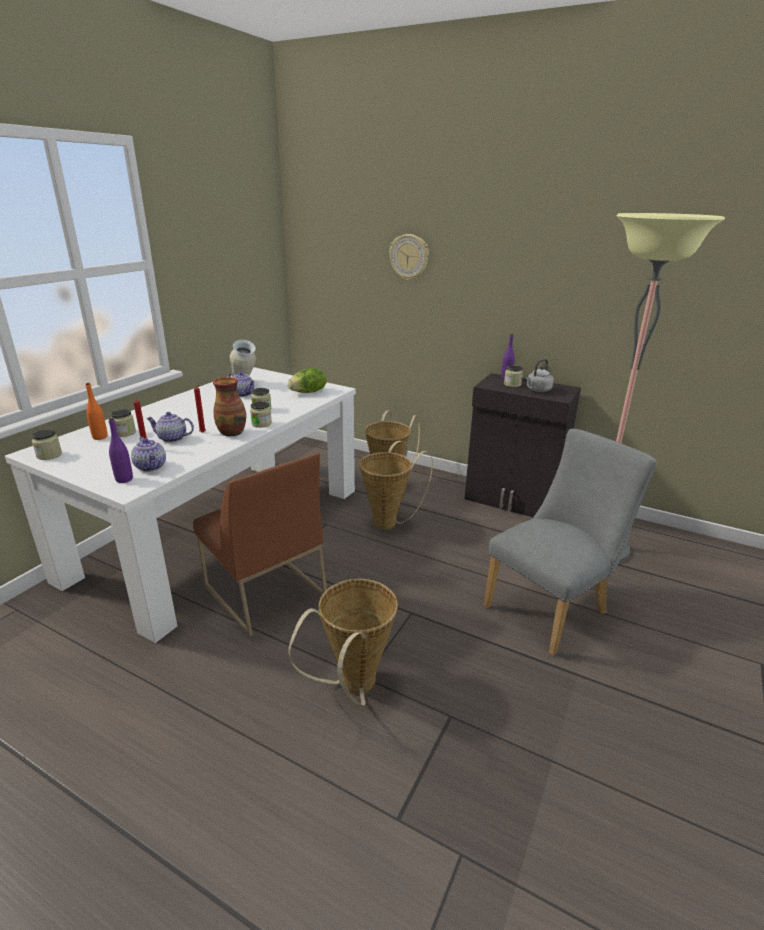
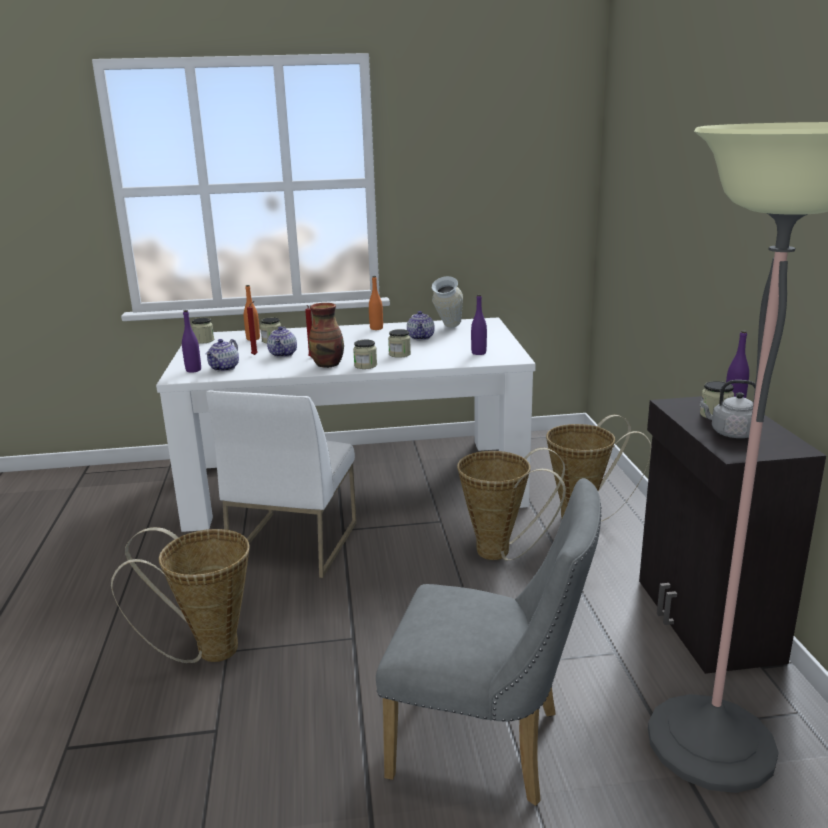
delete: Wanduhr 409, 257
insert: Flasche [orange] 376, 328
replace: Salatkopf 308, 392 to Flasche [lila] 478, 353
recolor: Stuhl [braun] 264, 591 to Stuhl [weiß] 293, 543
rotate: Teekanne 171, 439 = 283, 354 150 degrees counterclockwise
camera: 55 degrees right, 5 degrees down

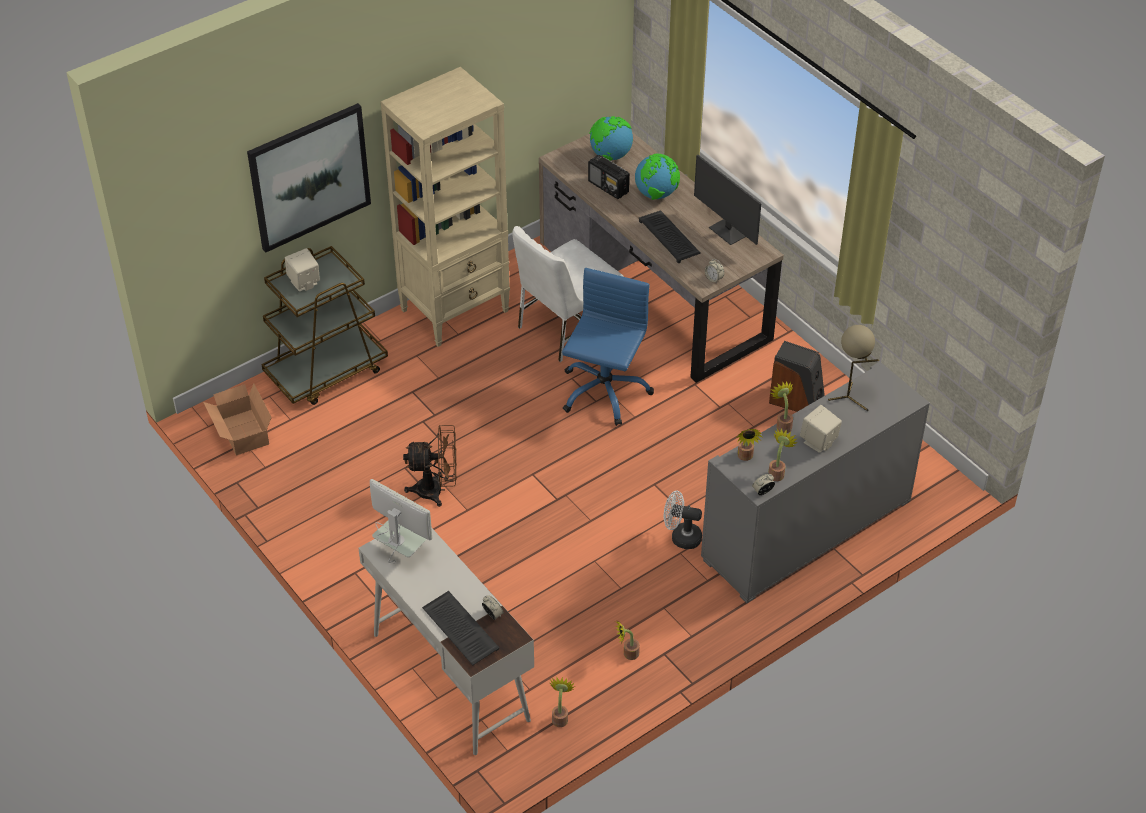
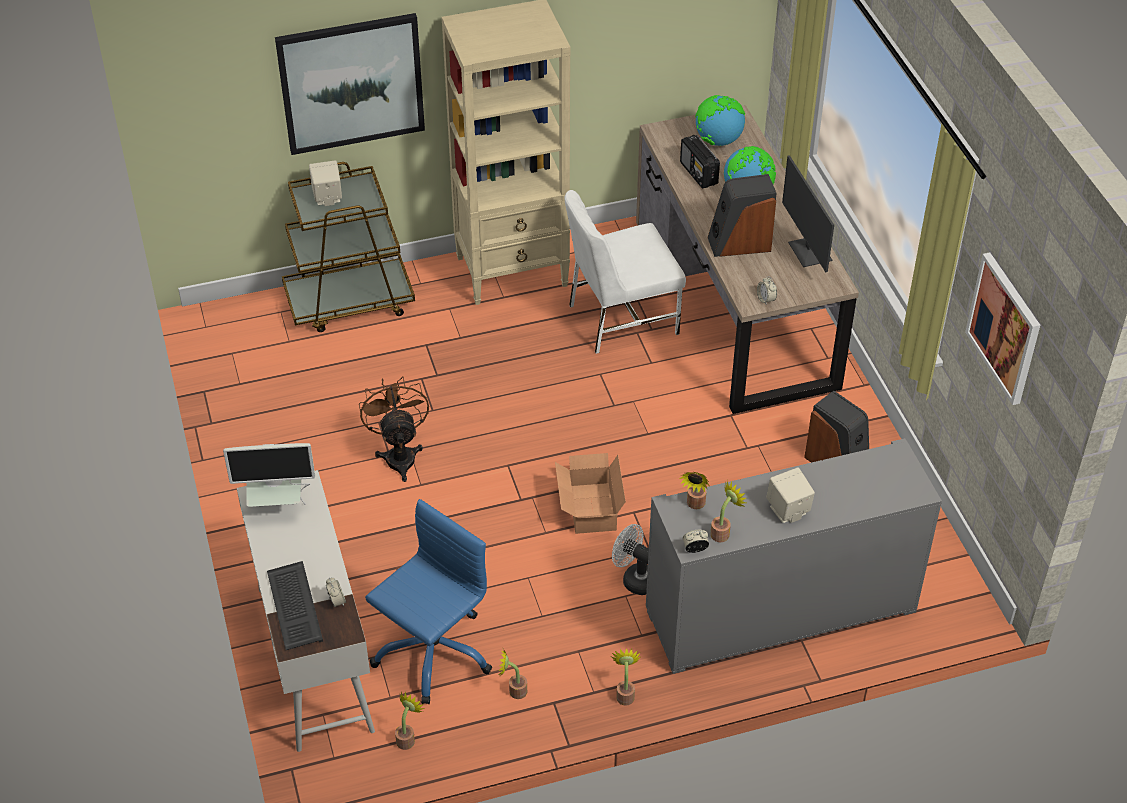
delete: Tischlampe [beige] 850, 399
insert: Bild 1005, 328
move: Bürostuhl [blau] 604, 391 to 432, 652; Karton 242, 434 to 589, 509; Topfpflanze 782, 425 to 625, 694
replace: Tastatur 670, 238 to Lautsprecher 739, 243
rotate: Monitor 402, 552 = 278, 506 120 degrees clockwise; Ventilator [braun] 436, 490 = 399, 455 120 degrees counterclockwise
camera: 20 degrees right, 0 degrees up

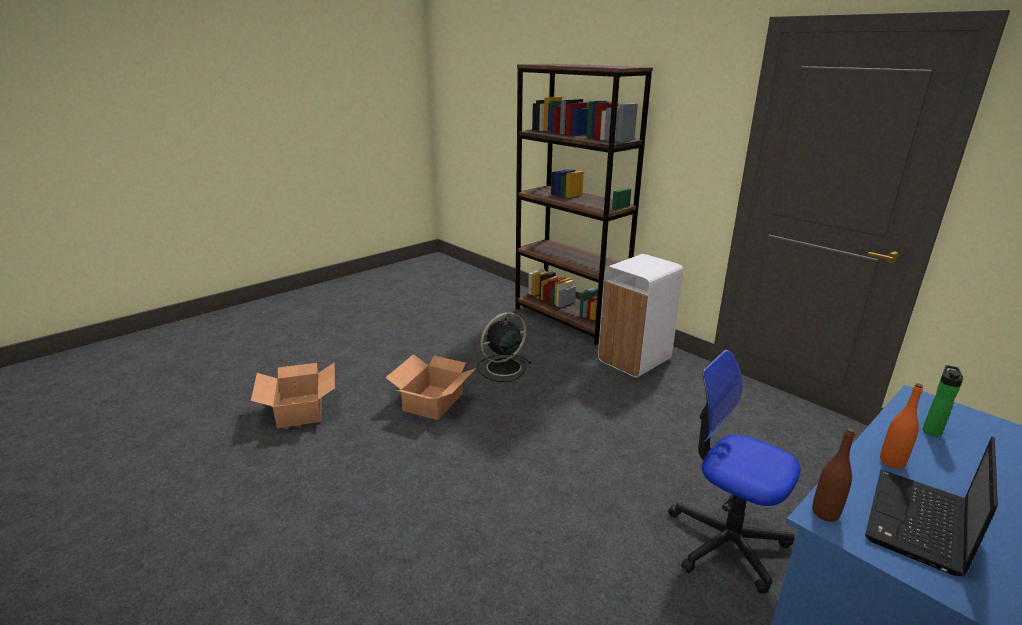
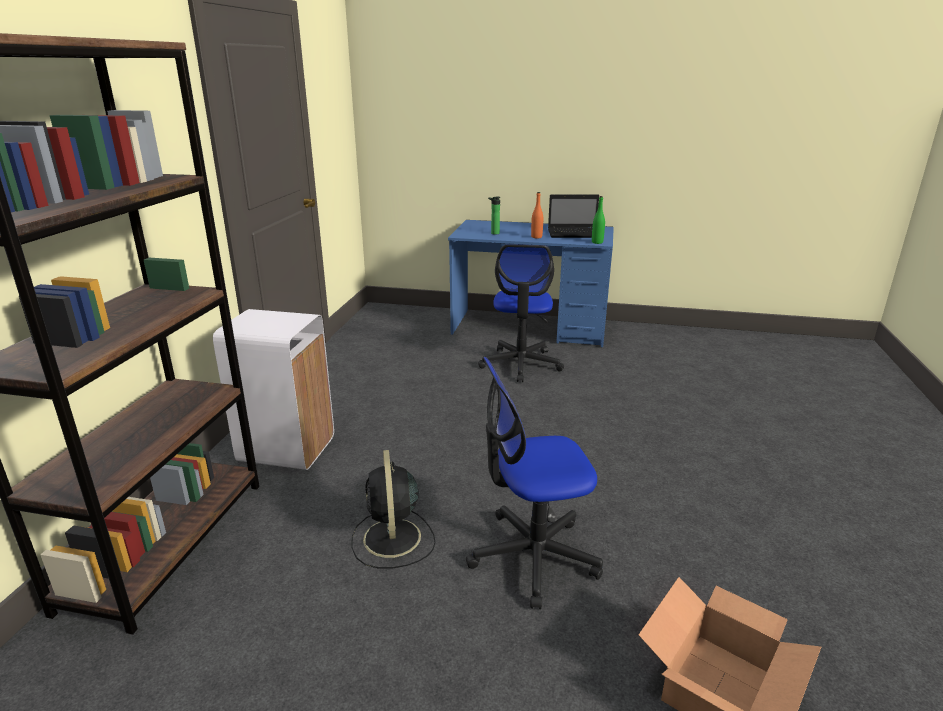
replace: Karton 434, 402 to Bürostuhl 533, 556
recolor: Flasche [braun] 825, 513 to Flasche [grün] 597, 242
rotate: Ventilator [schwarz] 502, 367 = 392, 539 60 degrees clockwise
camera: 125 degrees left, 0 degrees up

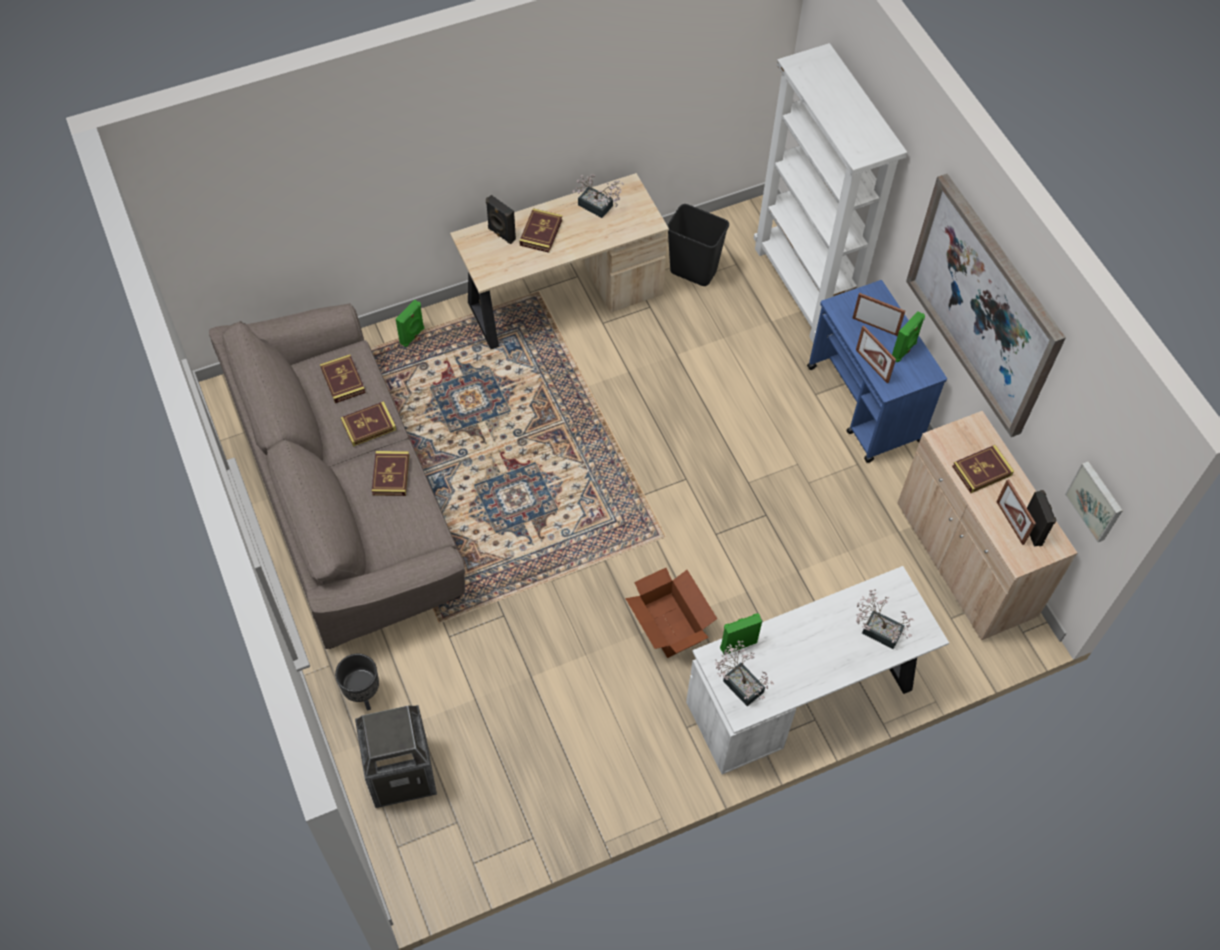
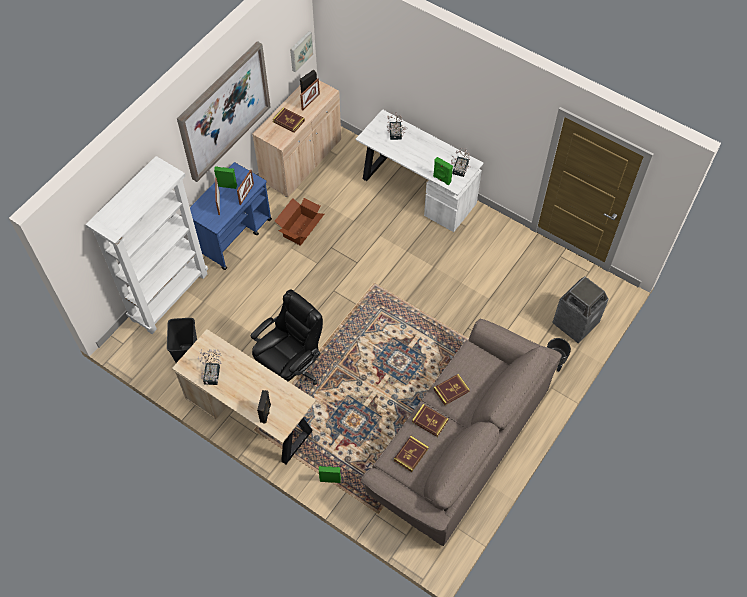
delete: Buch 541, 232
insert: Bürostuhl [schwarz] 290, 367
move: Karton 668, 626 to 301, 229
camera: 120 degrees left, 0 degrees up

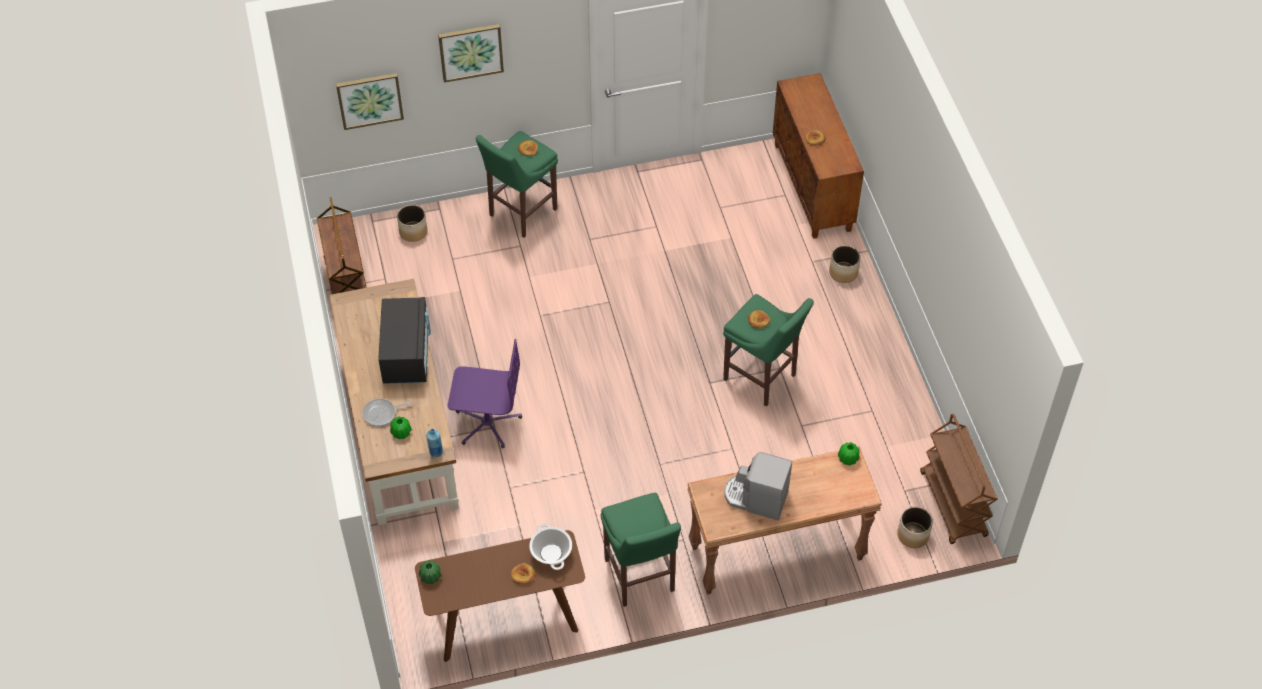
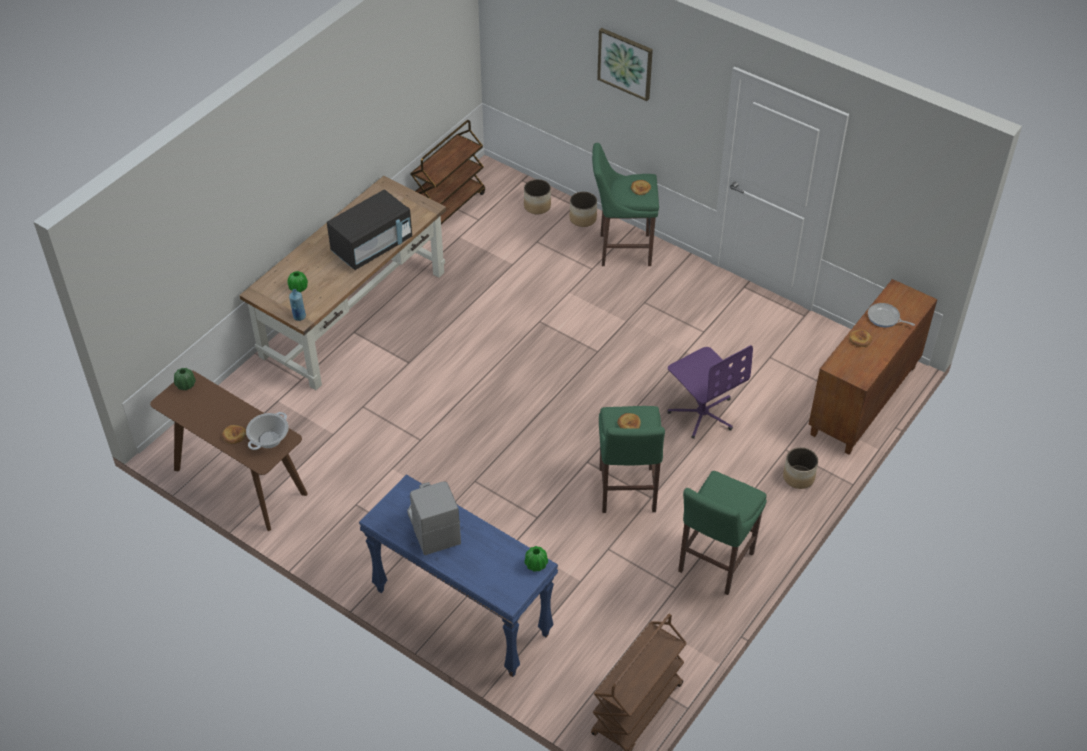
delete: Bild 369, 100
move: Pflanzkübel 913, 535 to 583, 218; Bürostuhl [lila] 487, 422 to 702, 413; Hocker [grün] 640, 578 to 713, 565; Pfanne 381, 414 to 885, 318
recolor: Konsolentisch [braun] 776, 554 to Konsolentisch [blau] 461, 613
camera: 50 degrees right, 5 degrees down

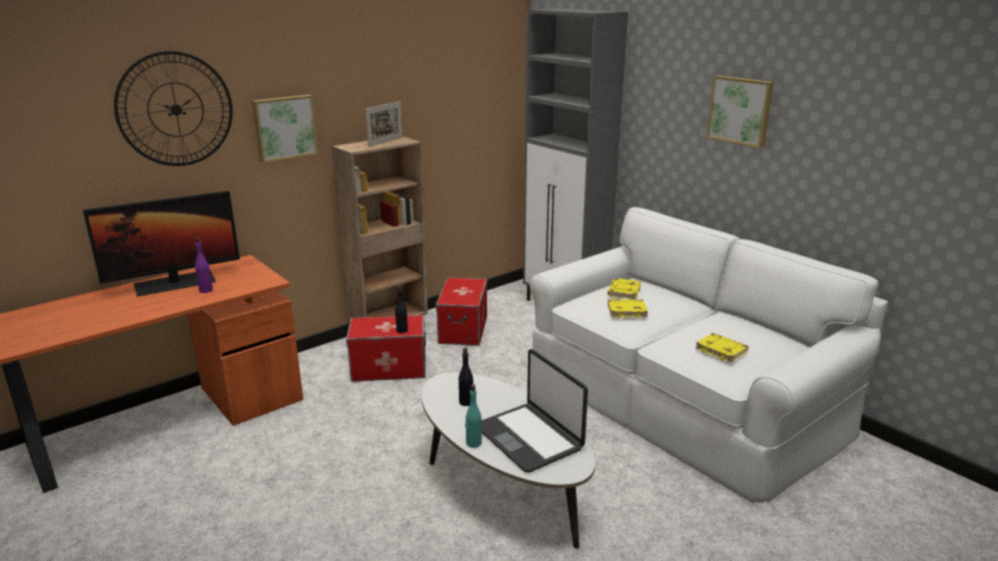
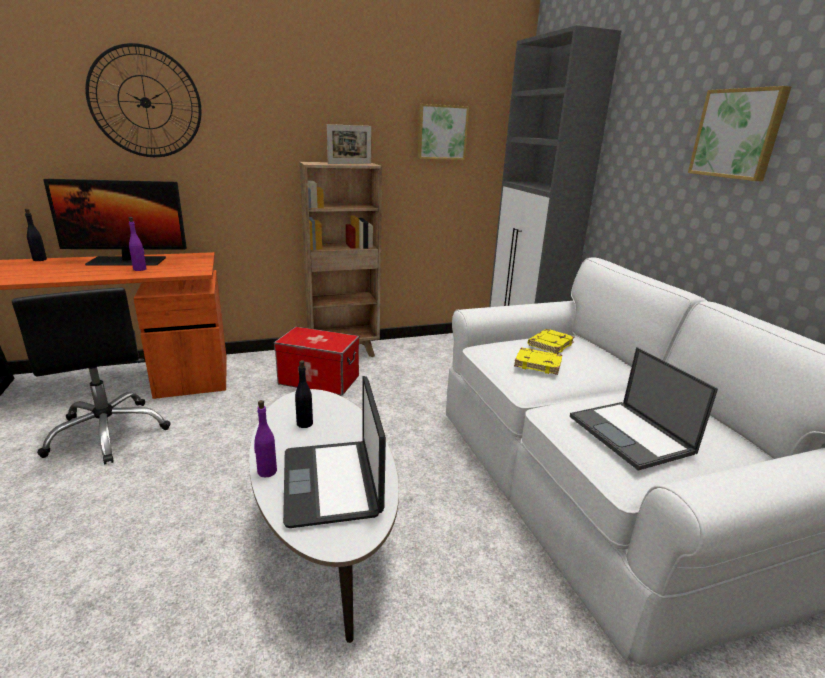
delete: Aufbewahrungsbox 463, 329
insert: Bürostuhl [schwarz] 108, 432
move: Flasche [schwarz] 402, 330 to 40, 260; Bild 284, 127 to 441, 132
replace: Buch [gelb] 722, 351 to Laptop 632, 435
recolor: Flasche [türkis] 473, 443 to Flasche [lila] 267, 471
camera: 20 degrees right, 0 degrees up

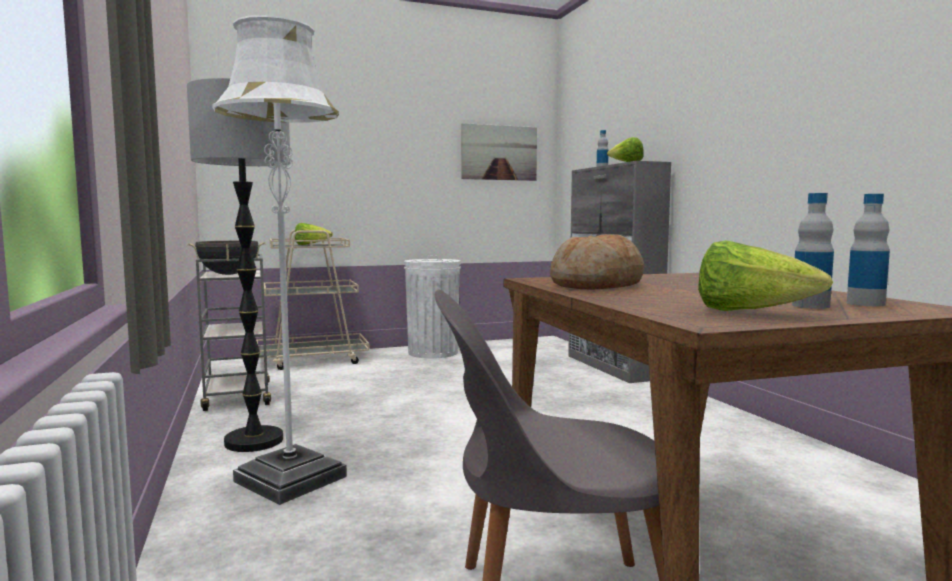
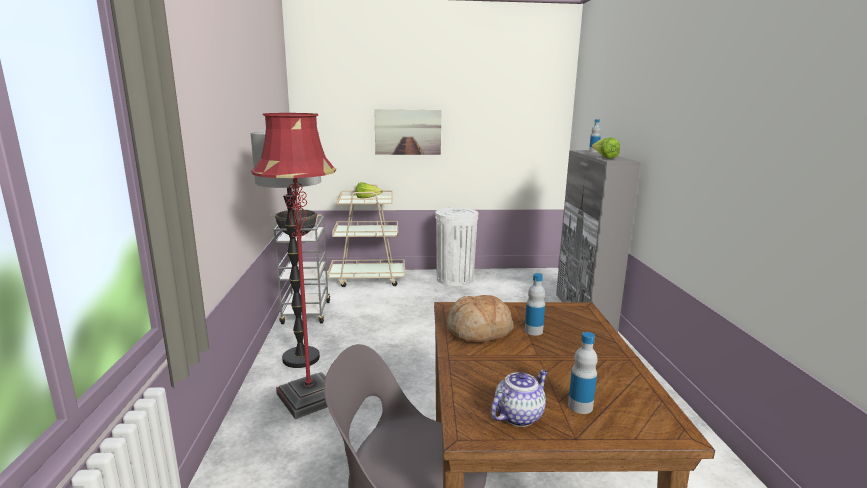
move: Bild 499, 152 to 408, 132; Flasche 865, 304 to 533, 331
replace: Salatkopf 749, 313 to Teekanne 518, 415
recolor: Stehlampe [weiß] 291, 479 to Stehlampe [rot] 310, 397
camera: 15 degrees right, 10 degrees up

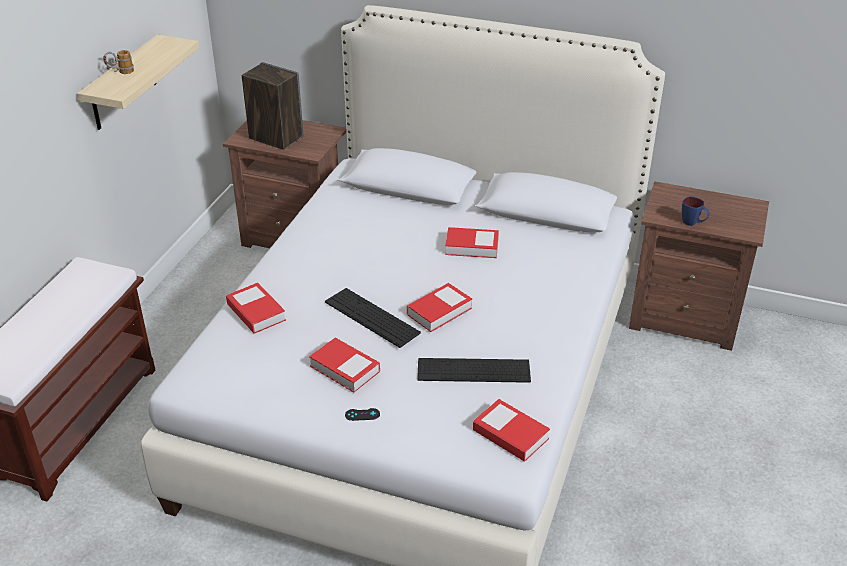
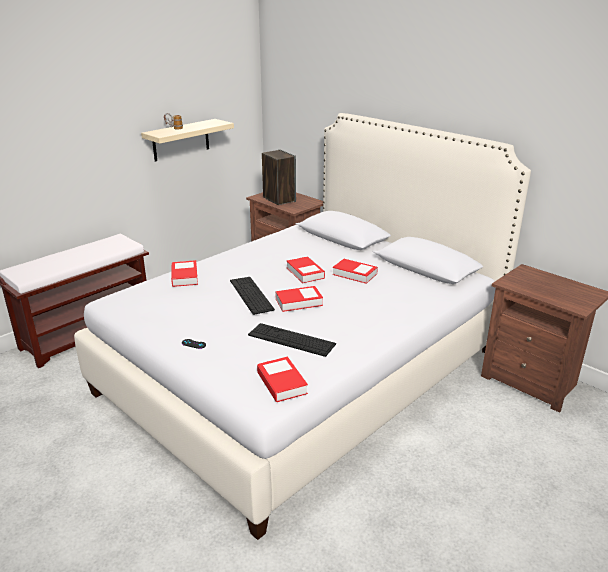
delete: Henkelbecher [blau] 693, 223
move: Buch 345, 369 to 305, 273
camera: 25 degrees right, 10 degrees down

